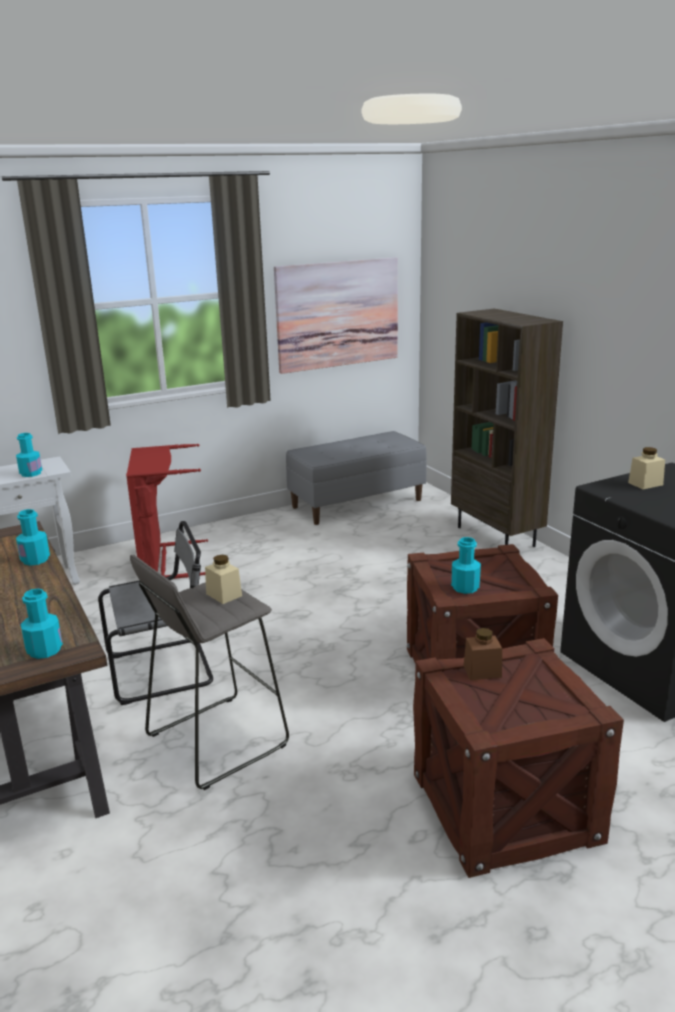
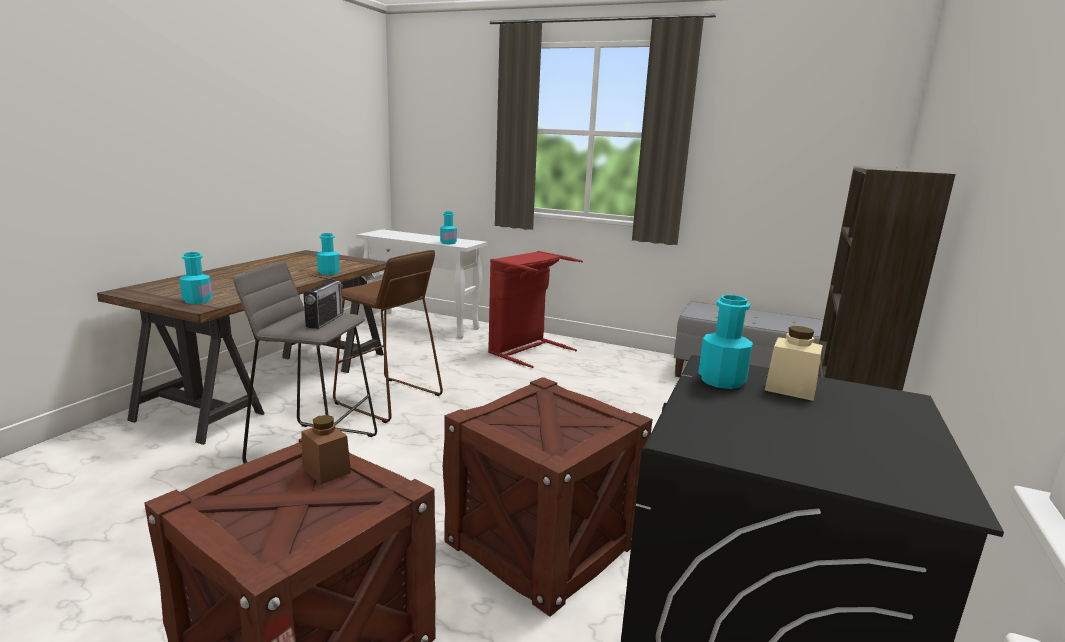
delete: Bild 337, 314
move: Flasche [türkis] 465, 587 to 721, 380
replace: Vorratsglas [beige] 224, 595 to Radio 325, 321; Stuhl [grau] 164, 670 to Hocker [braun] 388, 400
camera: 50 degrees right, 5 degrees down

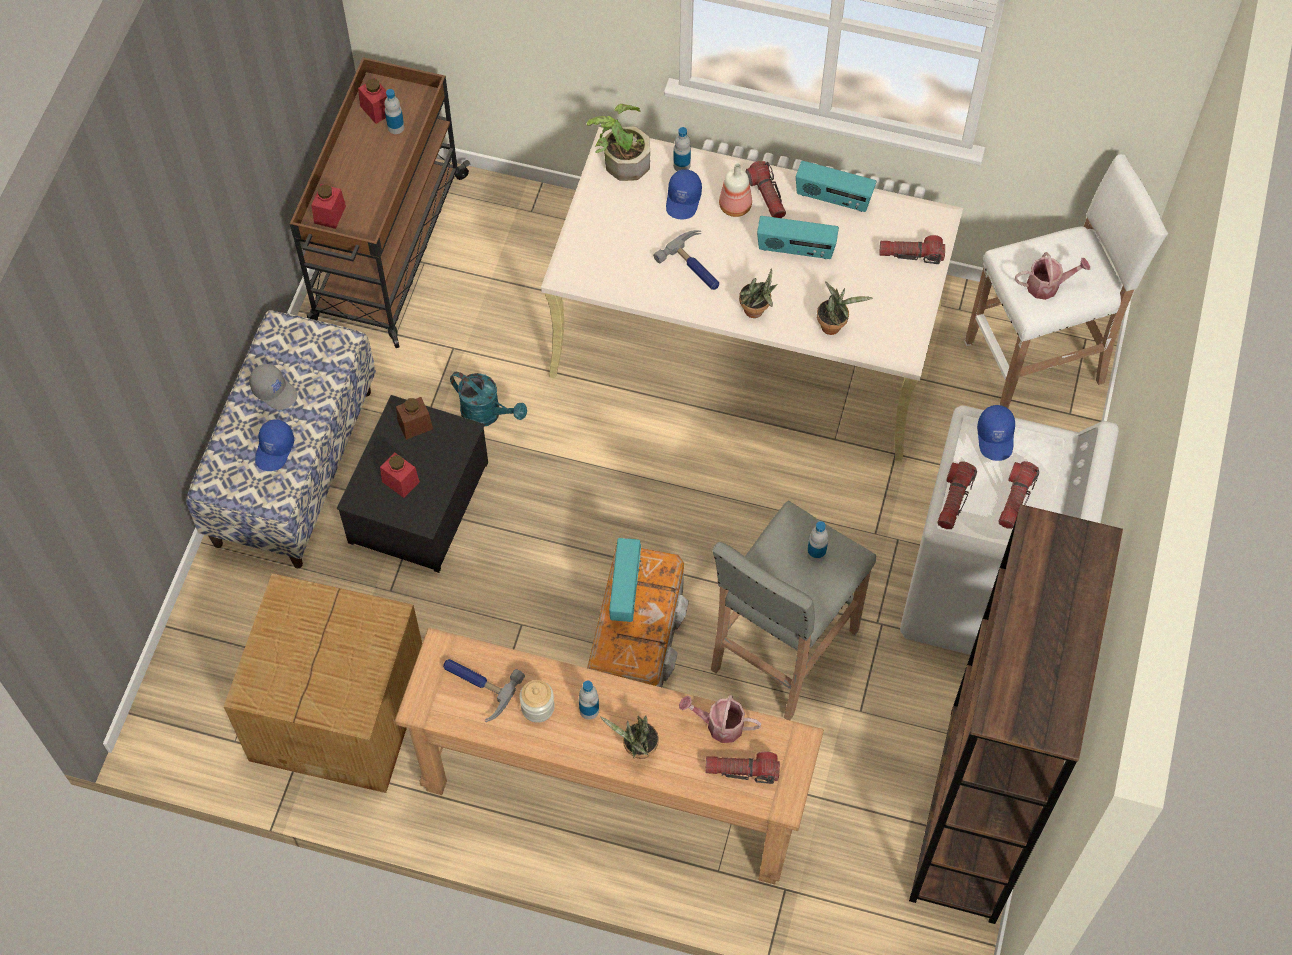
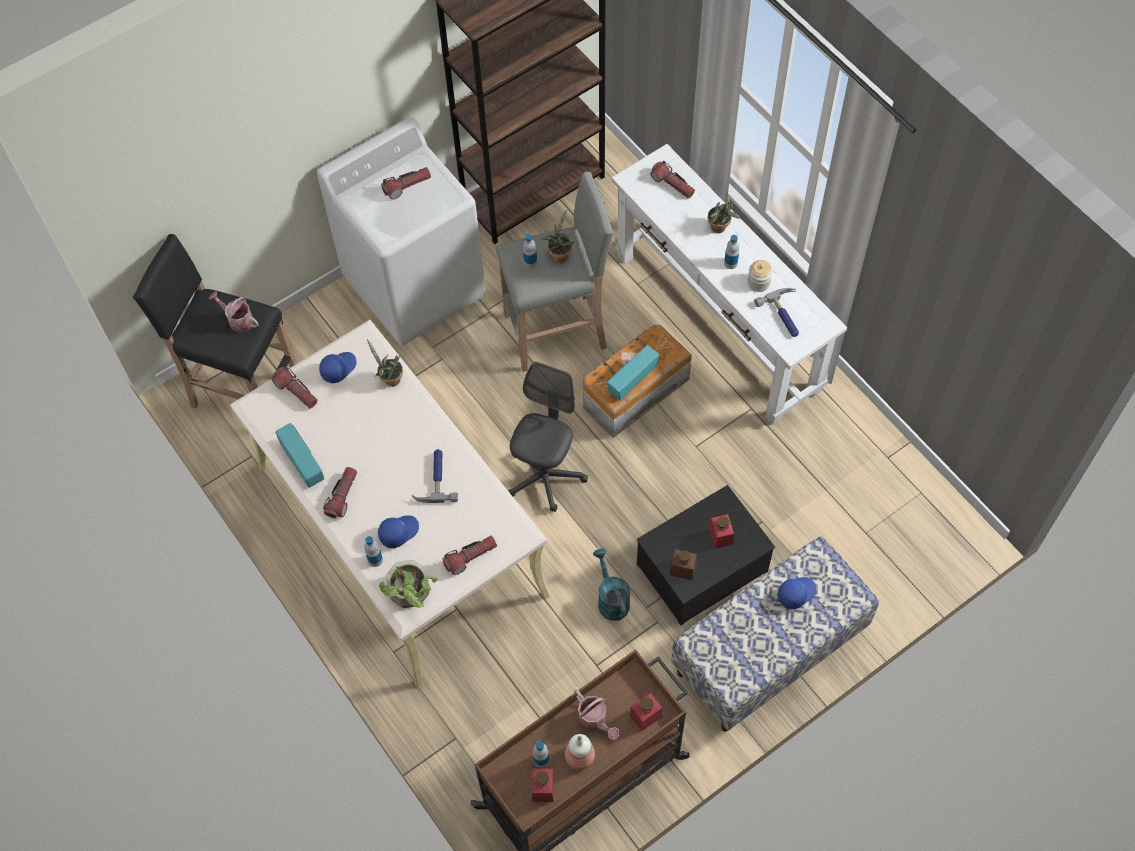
delete: Karton 341, 710; Kappe [grau] 275, 391; Radio 795, 250
insert: Bürostuhl [grau] 545, 476
move: Kappe [blau] 996, 437 to 338, 368; Taschenlampe 954, 500 to 470, 557; Topfpflanze 756, 312 to 559, 254; Flasche 736, 205 to 578, 756; Gießkanne 719, 725 to 595, 720
recolor: Hocker [weiß] 1037, 362 to Hocker [schwarz] 243, 390; Konsolentisch [braun] 611, 793 to Konsolentisch [weiß] 717, 322
camera: 140 degrees left, 0 degrees up

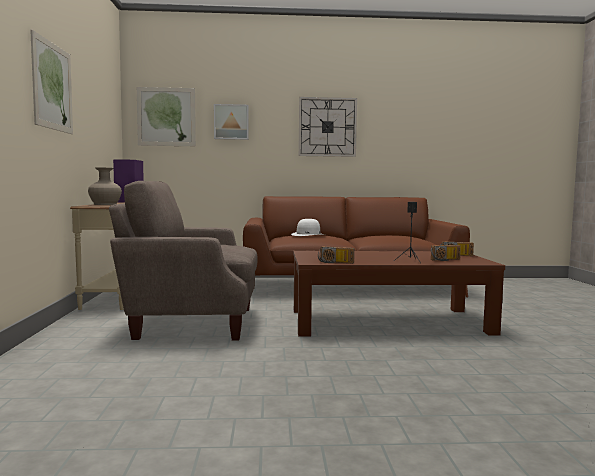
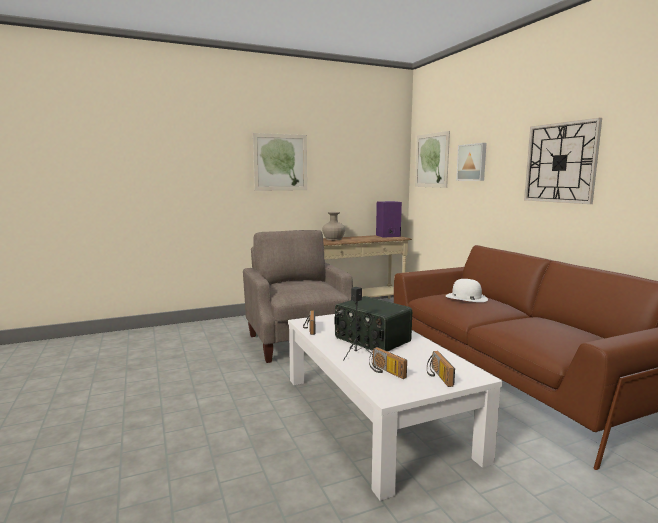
insert: Radio 371, 340
recolor: Couchtisch [braun] 388, 321 to Couchtisch [weiß] 375, 415
camera: 70 degrees right, 5 degrees up

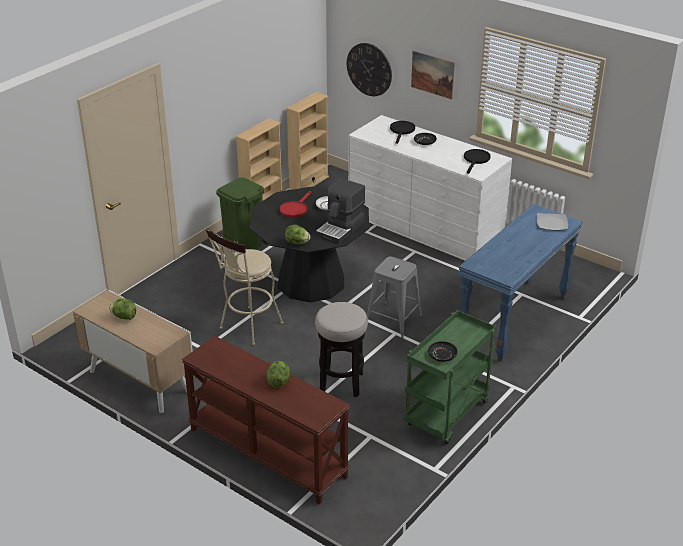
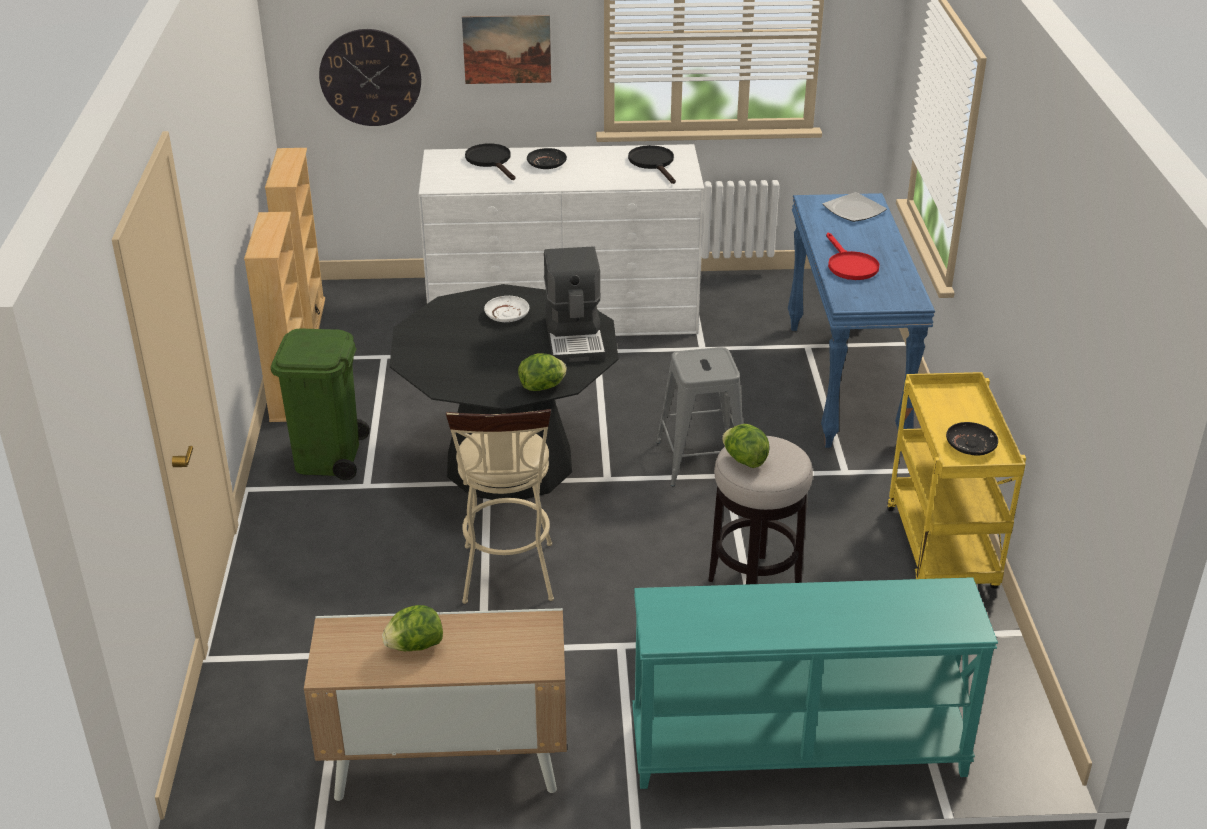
move: Salatkopf 278, 381 to 744, 460; Pfanne [rot] 295, 209 to 849, 265
recolor: Konsolentisch [braun] 266, 453 to Konsolentisch [türkis] 797, 751; Rollwagen [grün] 447, 415 to Rollwagen [gelb] 943, 551
camera: 40 degrees left, 0 degrees up

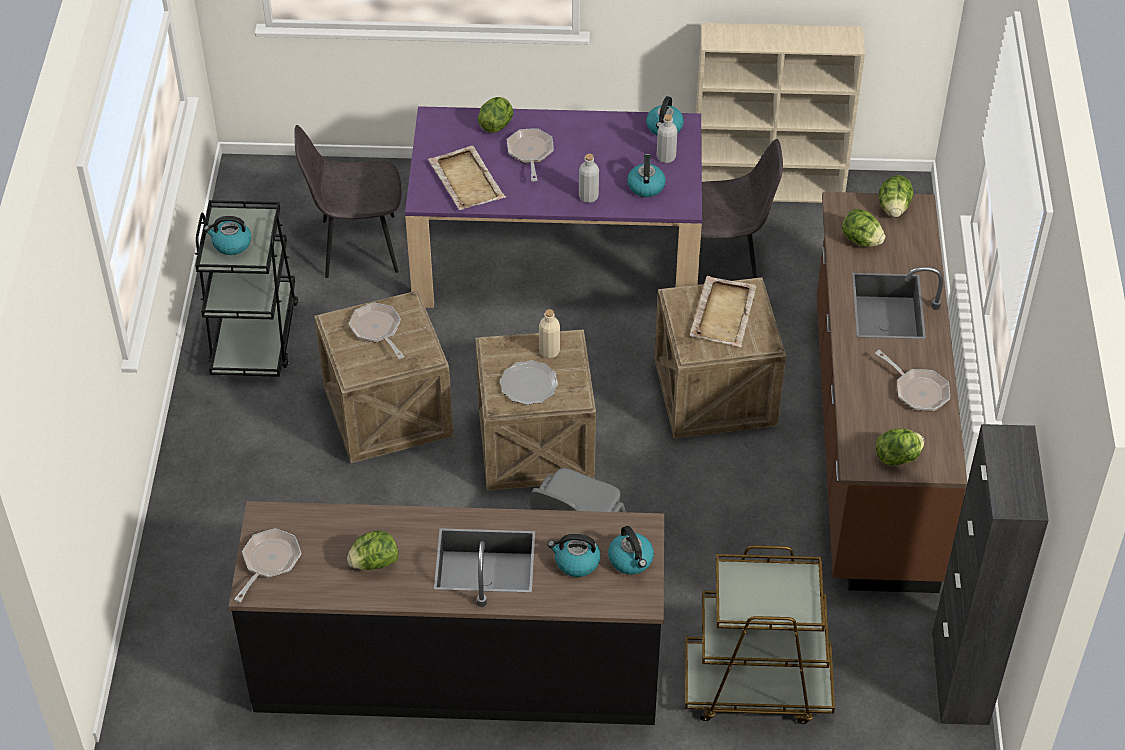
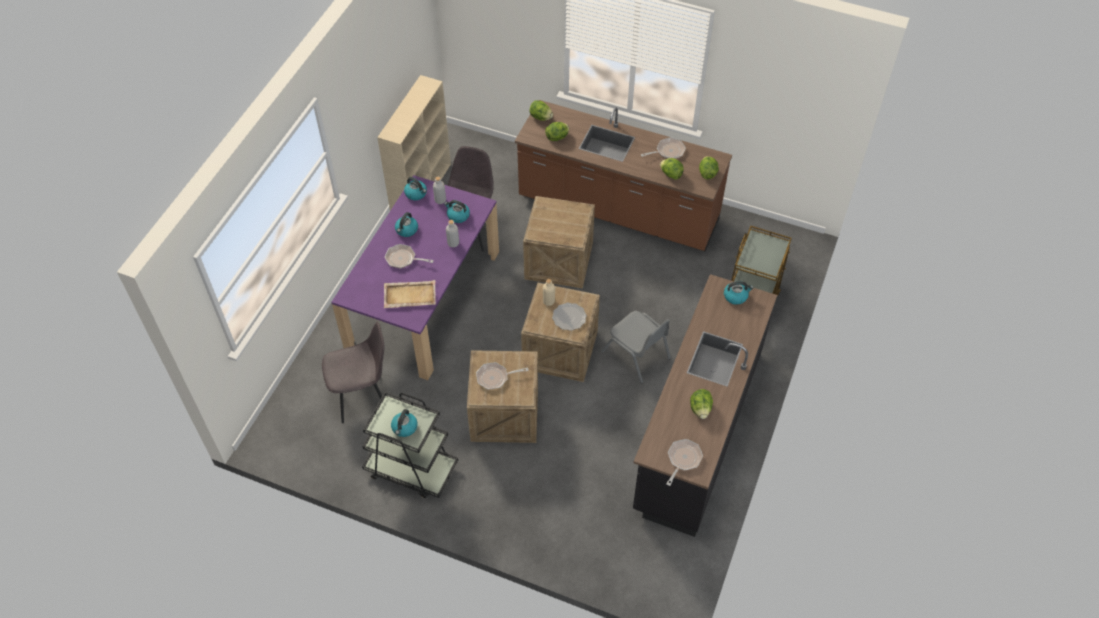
delete: Tablett [beige] 723, 313; Schrank [schwarz] 960, 678
move: Wasserkessel 576, 562 to 406, 230; Salatkopf 496, 125 to 671, 174
rotate: Stuhl [grau] 357, 246 = 363, 395 120 degrees counterclockwise; Pfanne 269, 562 = 683, 459 75 degrees clockwise
camera: 70 degrees left, 5 degrees up

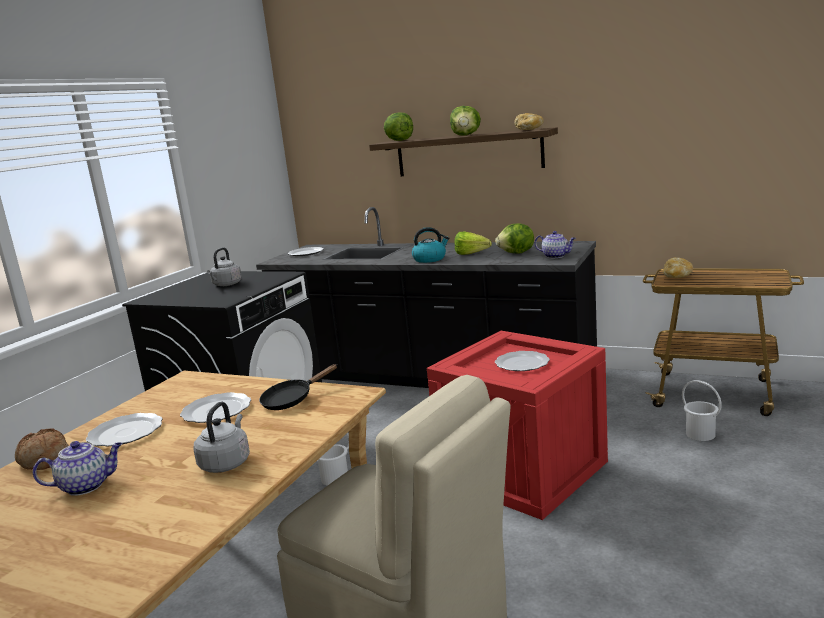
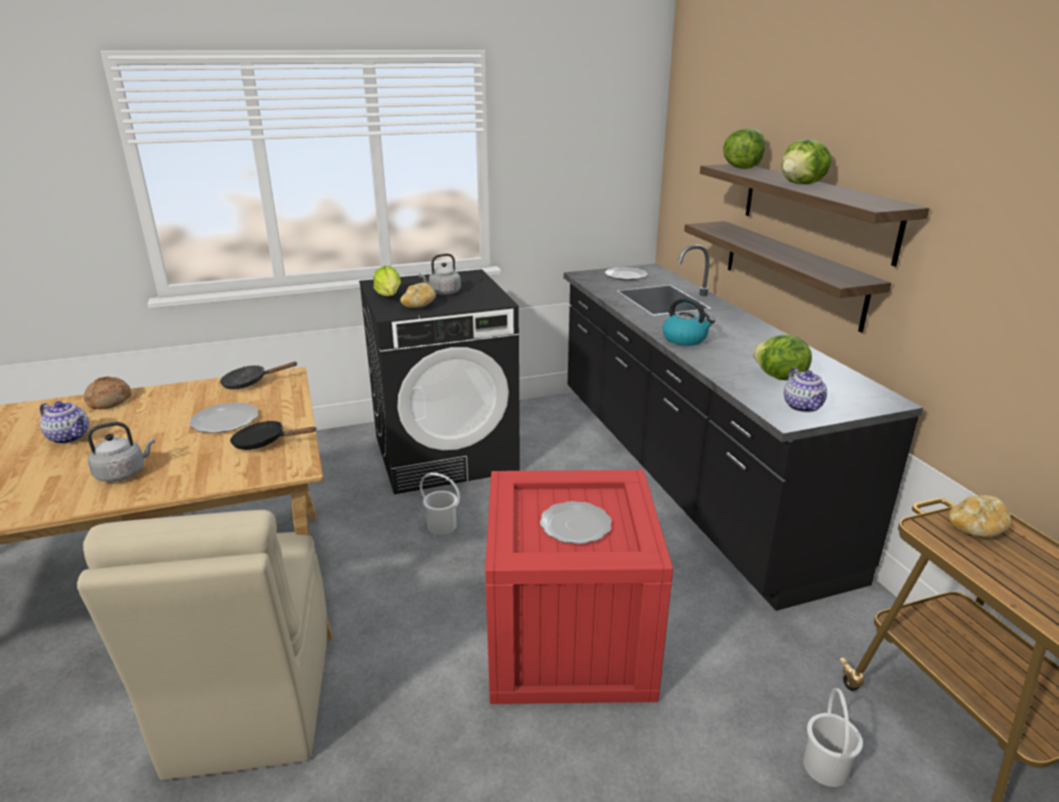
delete: Teller 126, 433
insert: Pfanne [schwarz] 249, 383; Wandregal 791, 272
move: Salatkopf 474, 254 to 388, 298; Brot 529, 130 to 418, 306
camera: 45 degrees right, 10 degrees up

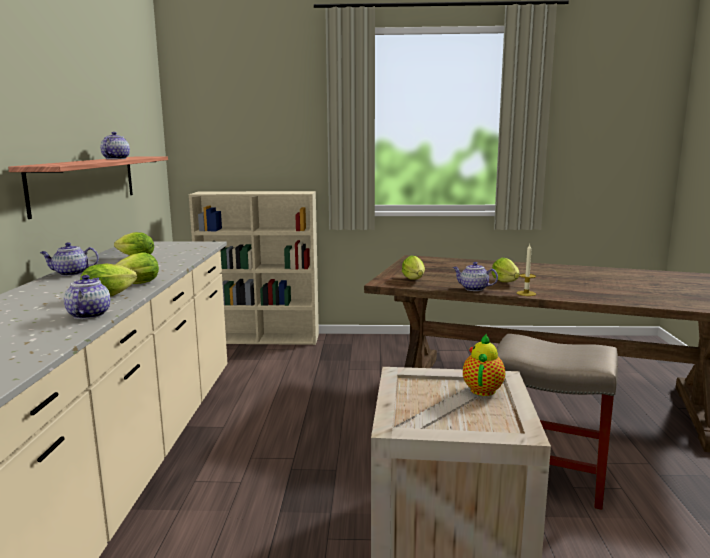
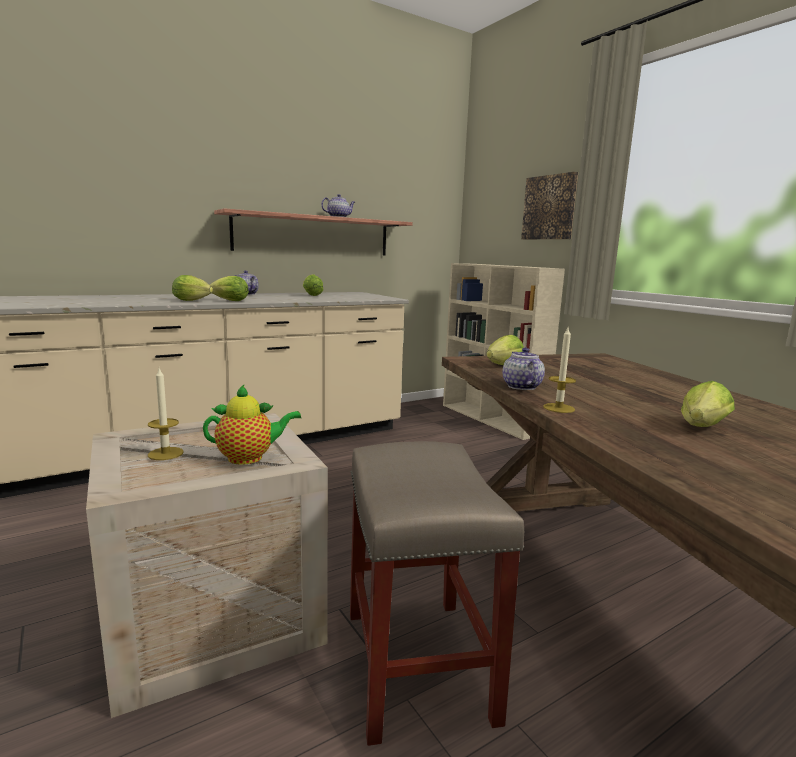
delete: Teekanne 89, 315
insert: Kerze 165, 453; Bild 550, 207
move: Salatkopf 506, 283 to 701, 428
camera: 55 degrees right, 0 degrees up

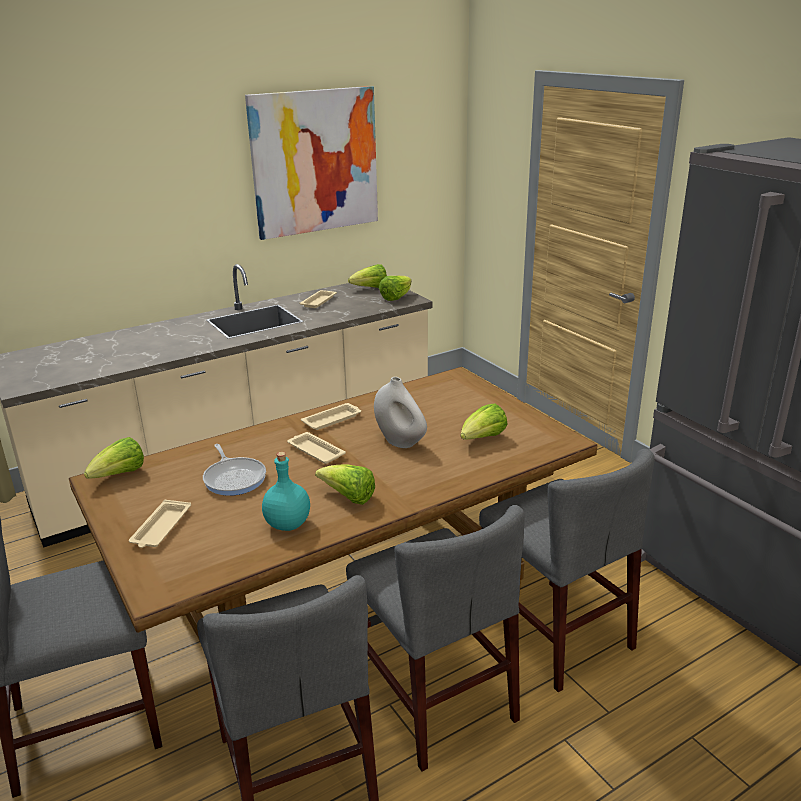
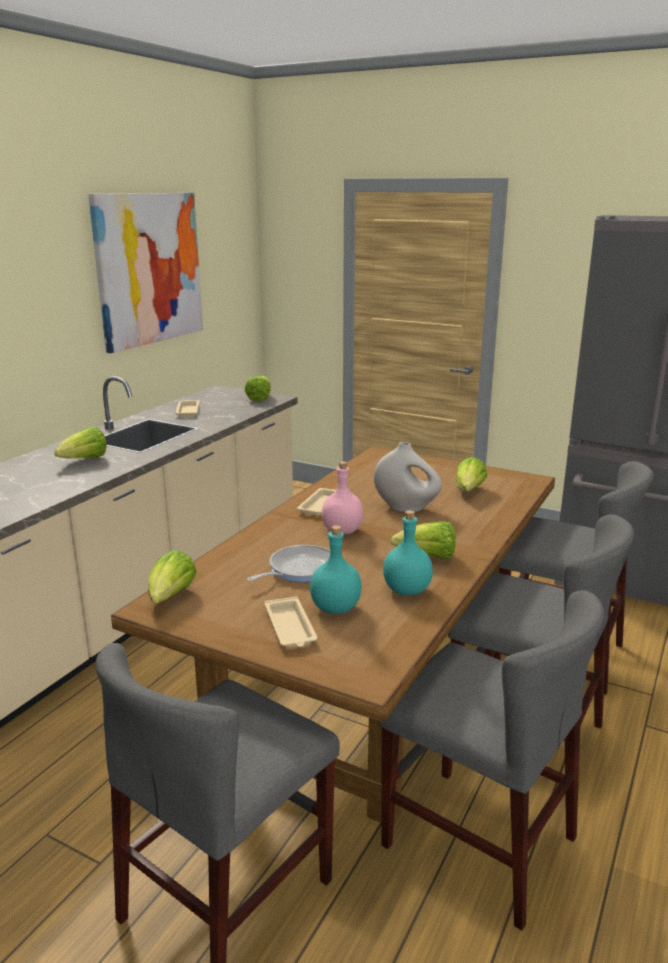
insert: Flasche [türkis] 336, 608
move: Salatkopf 370, 288 to 84, 460
replace: Tablett [beige] 315, 451 to Flasche [rosa] 343, 531
rotate: Pfanne 234, 478 = 299, 569 75 degrees counterclockwise
camera: 30 degrees left, 5 degrees down

